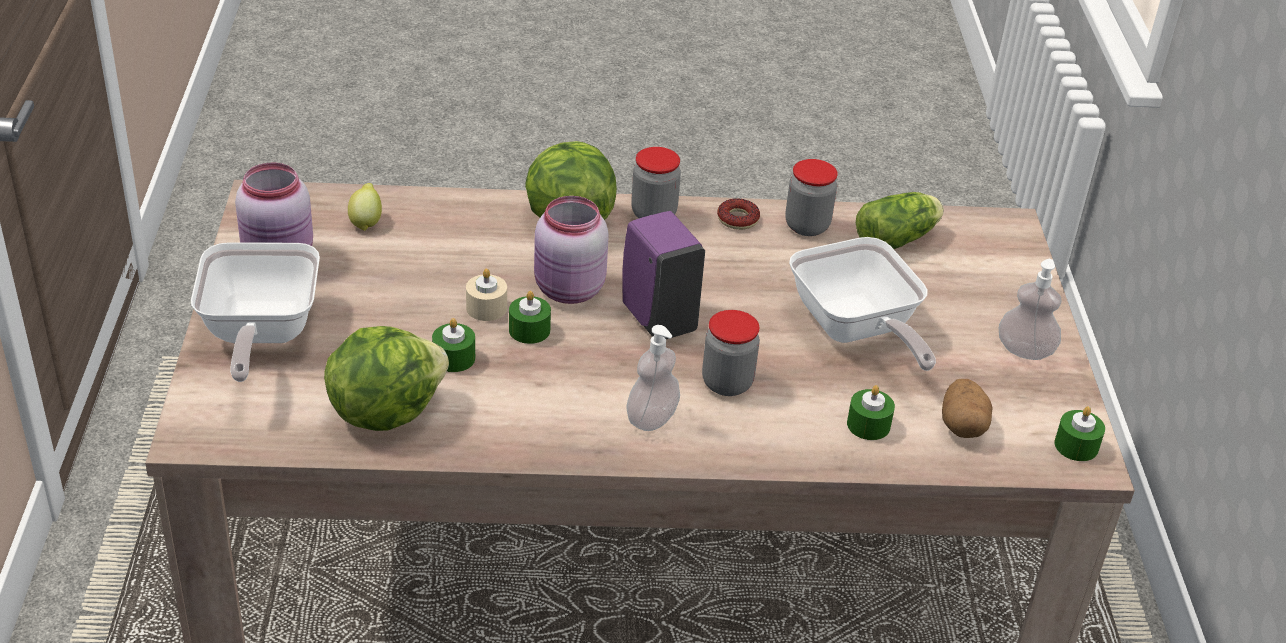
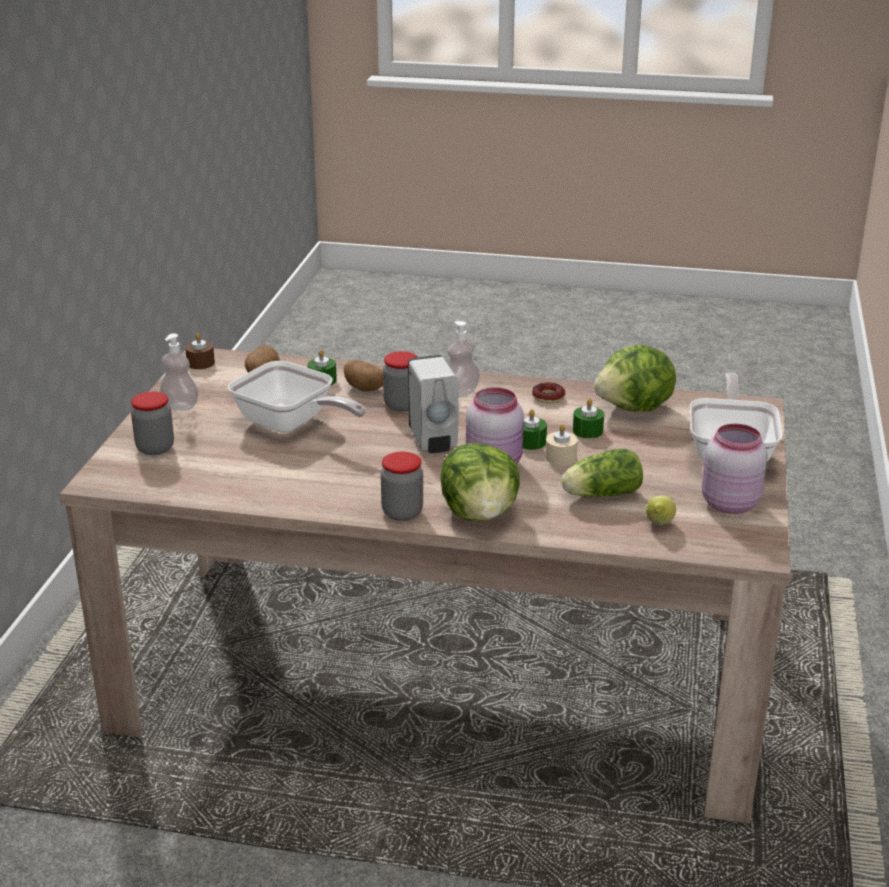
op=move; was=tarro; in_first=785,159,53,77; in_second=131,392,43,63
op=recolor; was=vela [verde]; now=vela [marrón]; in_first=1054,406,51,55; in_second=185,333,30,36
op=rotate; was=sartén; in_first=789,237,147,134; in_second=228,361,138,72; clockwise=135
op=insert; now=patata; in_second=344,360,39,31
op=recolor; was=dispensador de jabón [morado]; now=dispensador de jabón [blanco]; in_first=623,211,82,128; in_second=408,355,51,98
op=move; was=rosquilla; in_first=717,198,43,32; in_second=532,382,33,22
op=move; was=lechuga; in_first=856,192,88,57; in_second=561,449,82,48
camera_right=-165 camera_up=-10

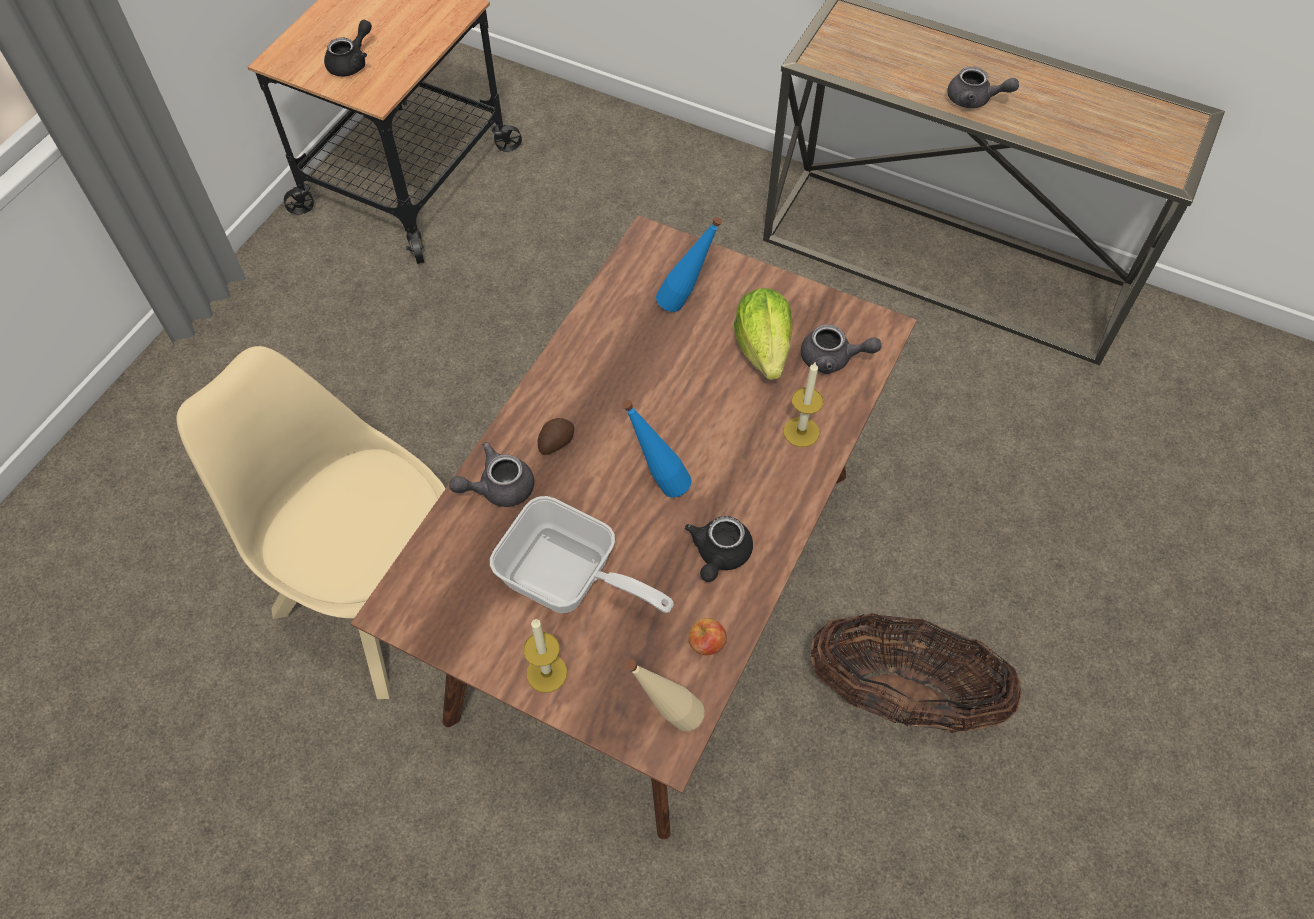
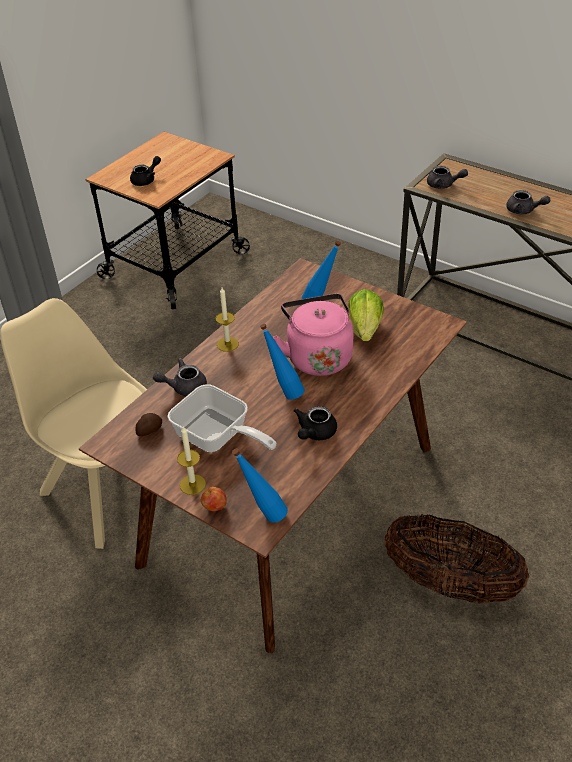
op=move; was=patata; in_first=538,418,36,37; in_second=135,413,27,23
op=move; was=manzana; in_first=688,618,39,37; in_second=201,487,26,24
op=move; was=vela; in_first=784,363,39,84; in_second=215,288,24,64
op=recolor; was=botella [beis]; now=botella [azul]; in_first=625,659,80,72; in_second=232,448,56,75
op=insert; now=hervidor [rosa]; in_second=273,294,81,82
op=move; was=tetera [gris]; in_first=801,324,81,50; in_second=427,166,41,23
camera_right=10 camera_up=-15

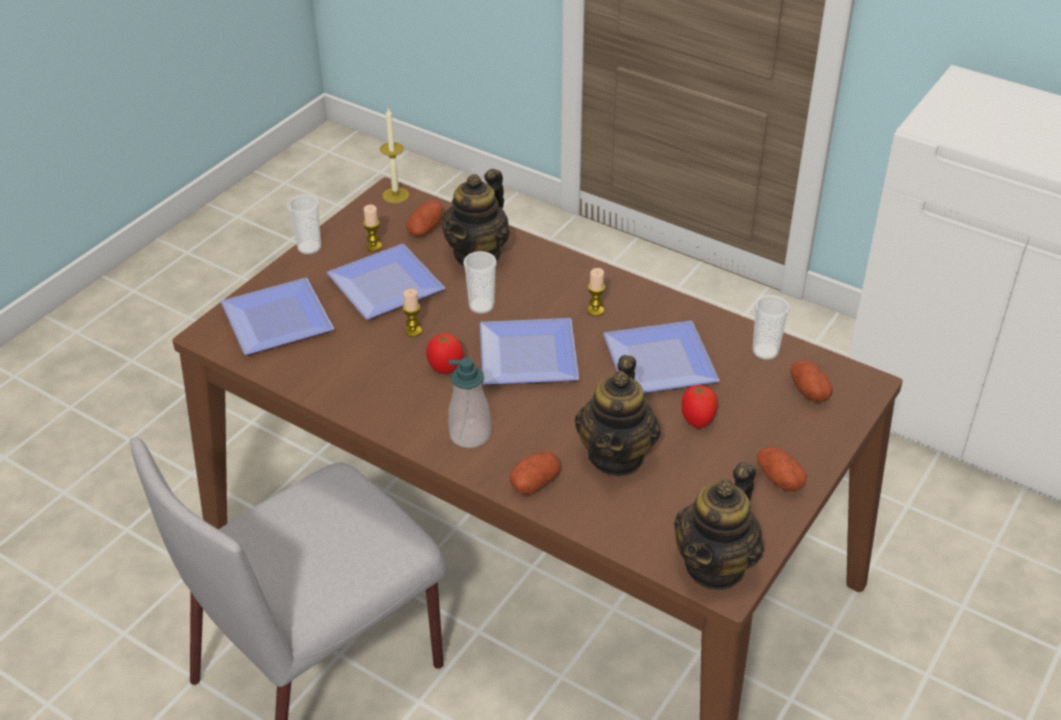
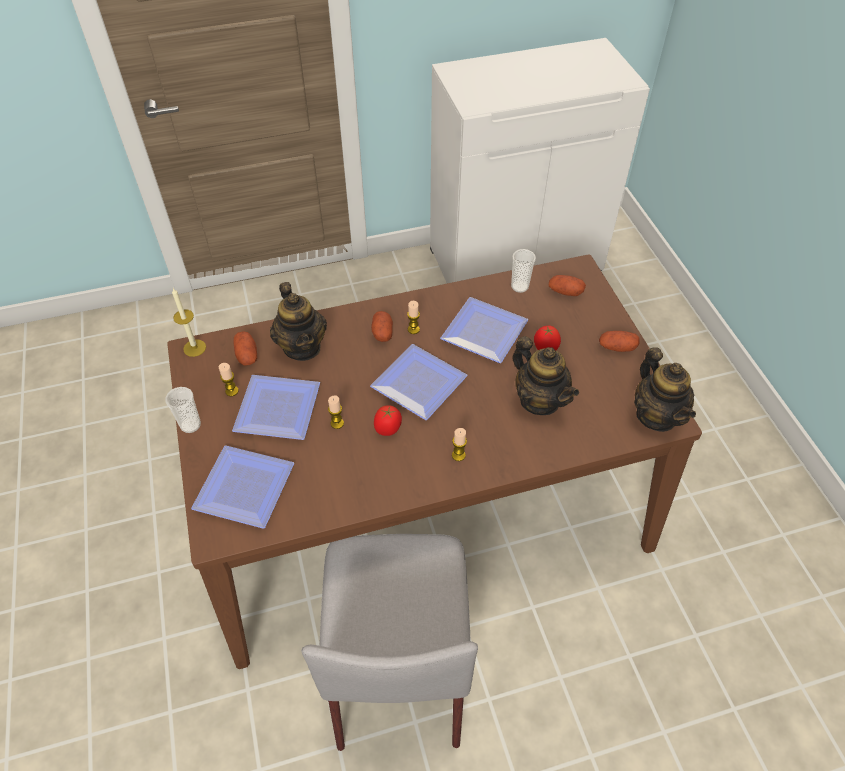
op=move; was=patata; in_first=510,451,51,44; in_second=371,311,22,31
op=replace; was=dispensador de jabón; now=vela; in_first=448,358,43,90; in_second=452,428,15,33
op=delete; was=taza; in_first=463,251,34,63
camera_right=-50 camera_up=10

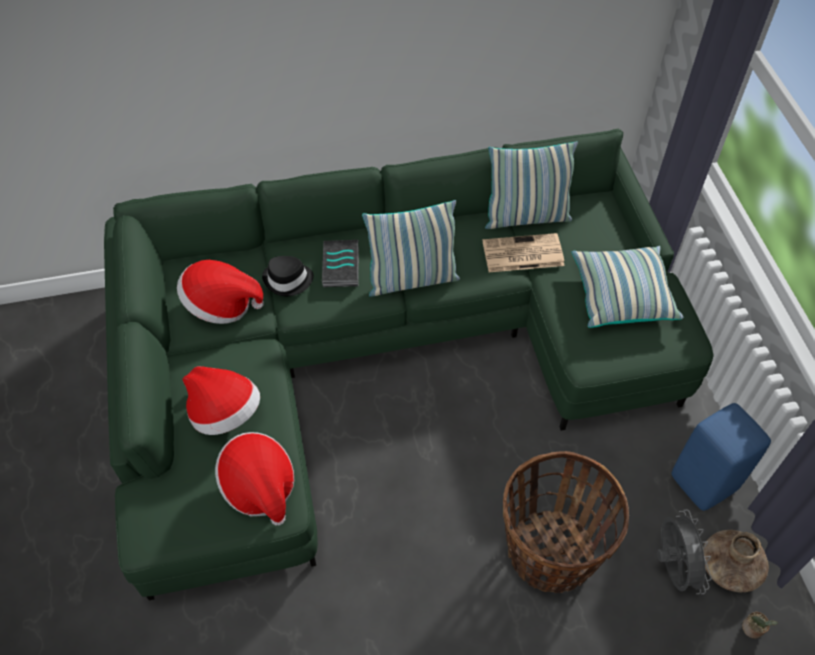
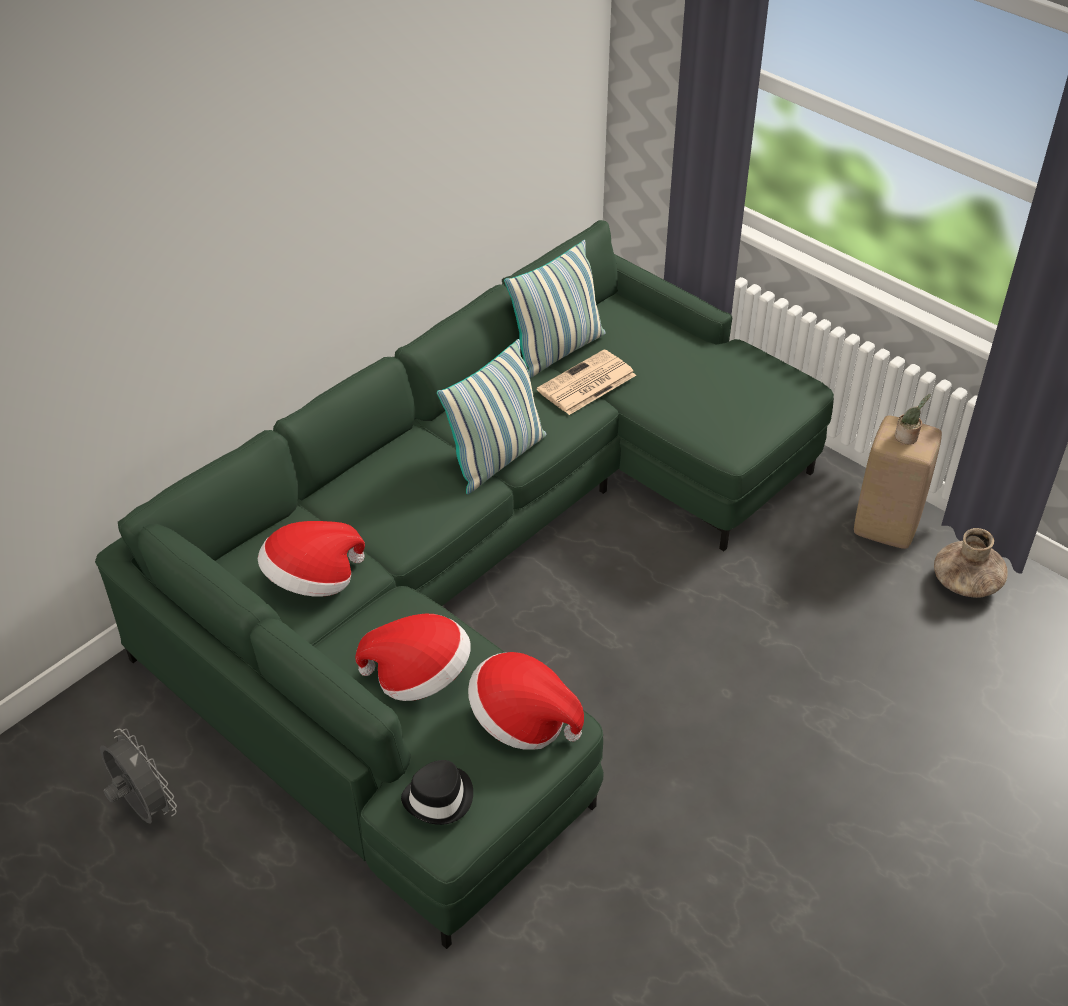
op=move; was=ventilador [gris]; in_first=657,510,55,84; in_second=100,729,77,95
op=move; was=sombrero [negro]; in_first=262,256,52,40; in_second=401,760,72,65
op=recolor; was=taburete [azul]; now=taburete [beis]; in_first=672,403,99,108; in_second=854,416,88,133
op=move; was=planta en maceta; in_first=742,612,36,27; in_second=895,394,36,50
op=delete; was=libro; in_first=322,240,37,47
op=delete; was=cesta; in_first=503,451,126,142
op=delete; was=cojín; in_first=571,246,113,82
camera_right=-35 camera_up=-10

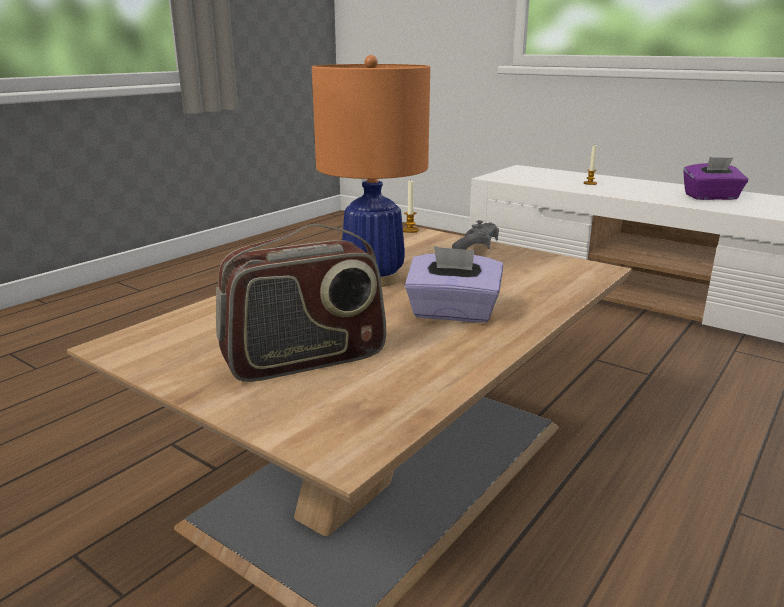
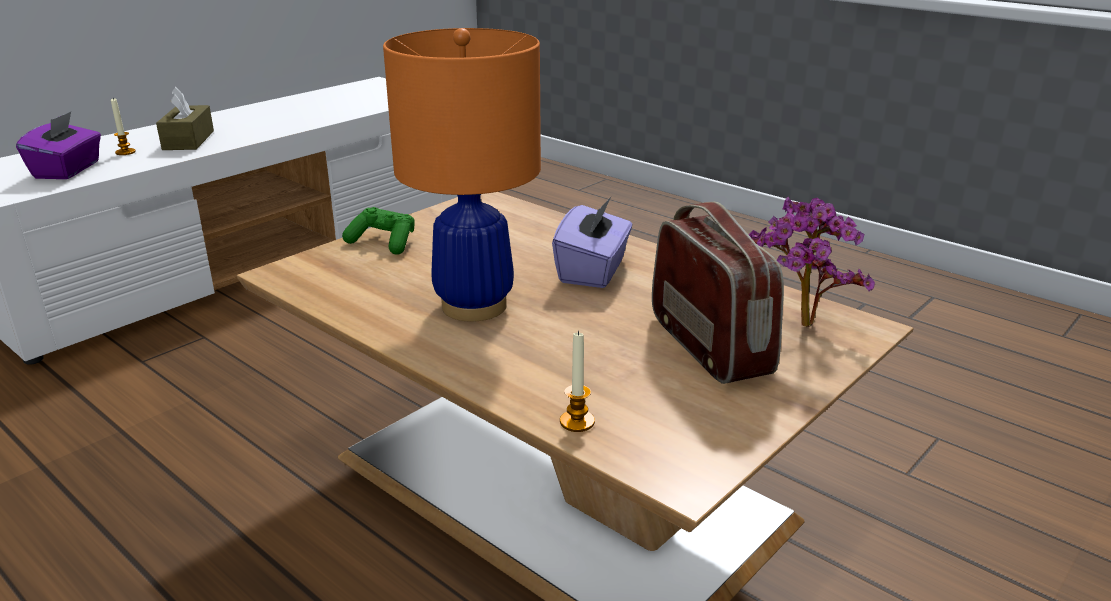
op=move; was=caja de pañuelos [morado]; in_first=683,157,65,43; in_second=16,112,85,67
op=insert; now=caja de pañuelos [marrón]; in_second=156,87,58,63
op=recolor; was=mando de consola [gris]; now=mando de consola [verde]; in_first=452,220,47,30; in_second=342,207,73,48
op=move; was=vela; in_first=403,180,16,53; in_second=560,330,35,102
op=insert; now=planta en maceta; in_second=749,197,126,130
camera_right=-85 camera_up=5

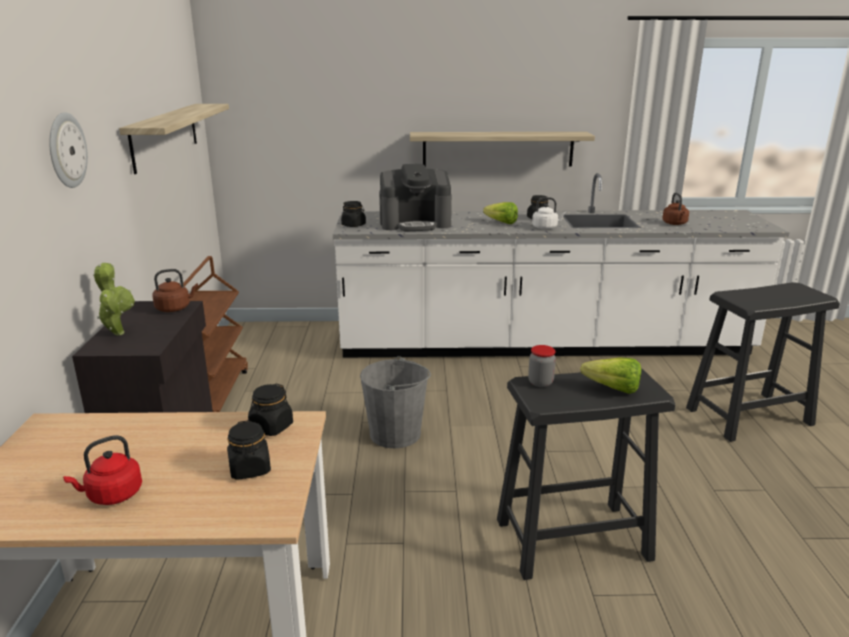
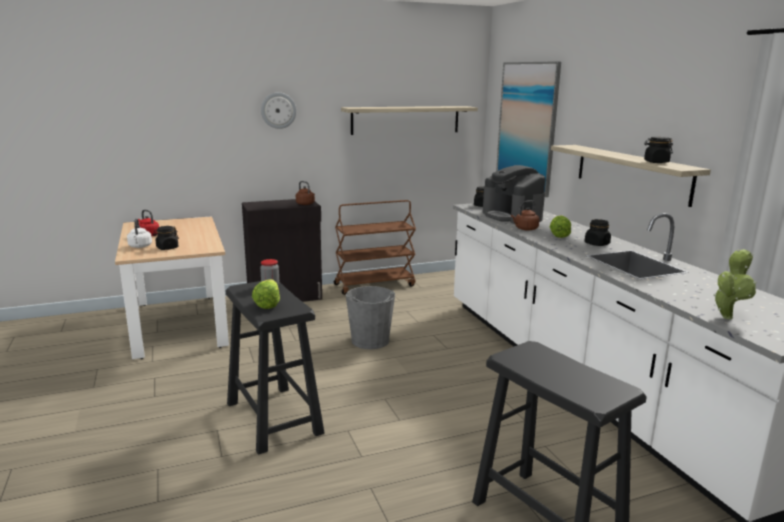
op=move; was=hervidor [blanco]; in_first=532,197,34,33; in_second=127,218,25,30
op=insert; now=cuadro; in_second=496,61,65,136
op=move; was=hervidor [marrón]; in_first=662,193,27,32; in_second=511,200,28,31
op=move; was=tarro [negro]; in_first=248,383,45,53; in_second=644,137,29,26
op=move; was=planta en maceta; in_first=93,263,42,72; in_second=713,249,44,70
camera_right=70 camera_up=-5

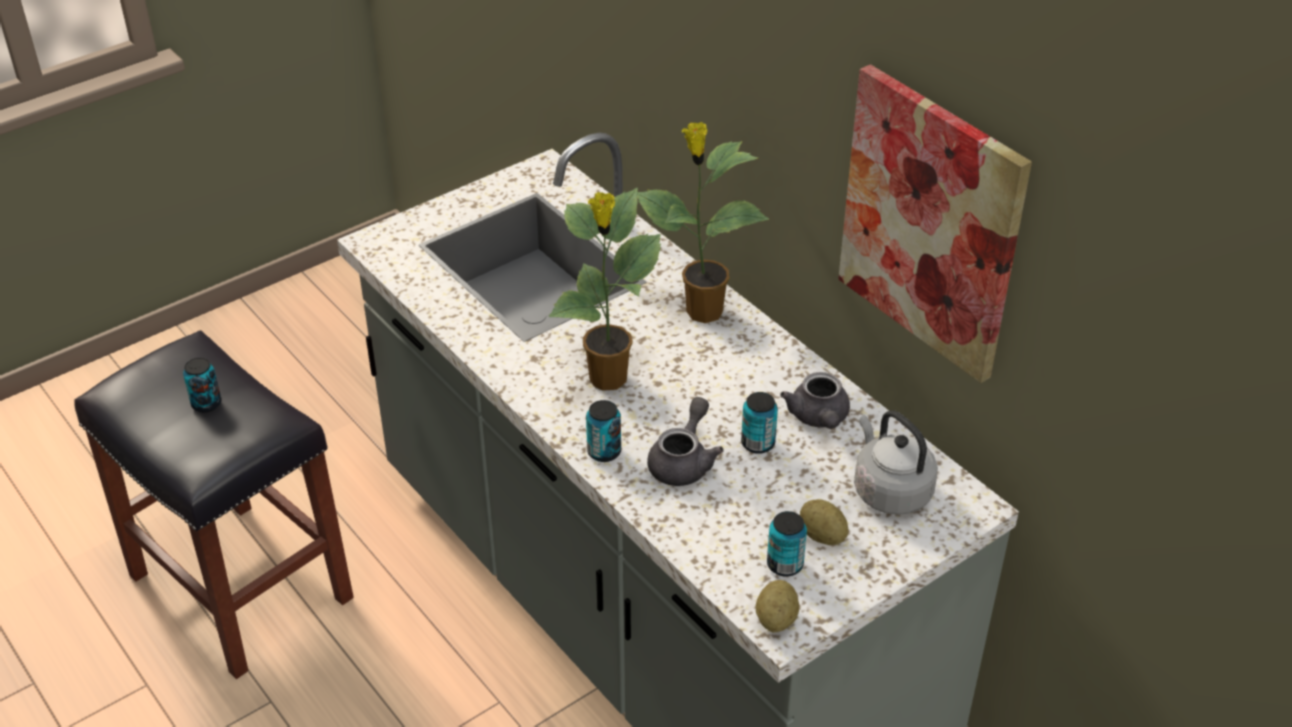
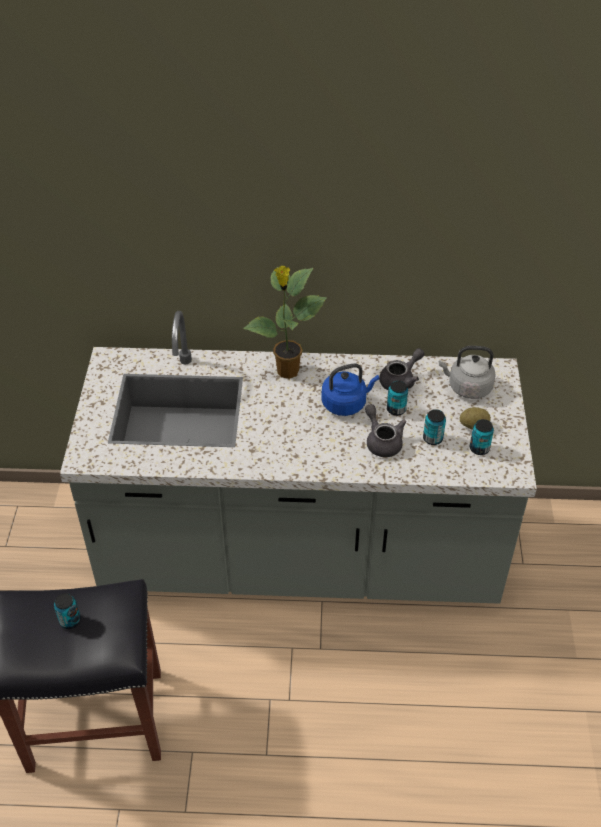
op=insert; now=hervidor [azul]; in_second=321,363,58,53
op=rotate; was=tetera [gris]; in_first=780,372,70,57; in_second=379,348,45,42; clockwise=-75
op=move; was=lata; in_first=586,400,35,62; in_second=423,409,23,36
op=delete; was=planta en maceta; in_first=548,187,113,204
op=delete; was=patata; in_first=756,580,43,53
op=delete; was=cuadro; in_first=839,64,193,319
camera_right=-50 camera_up=5

